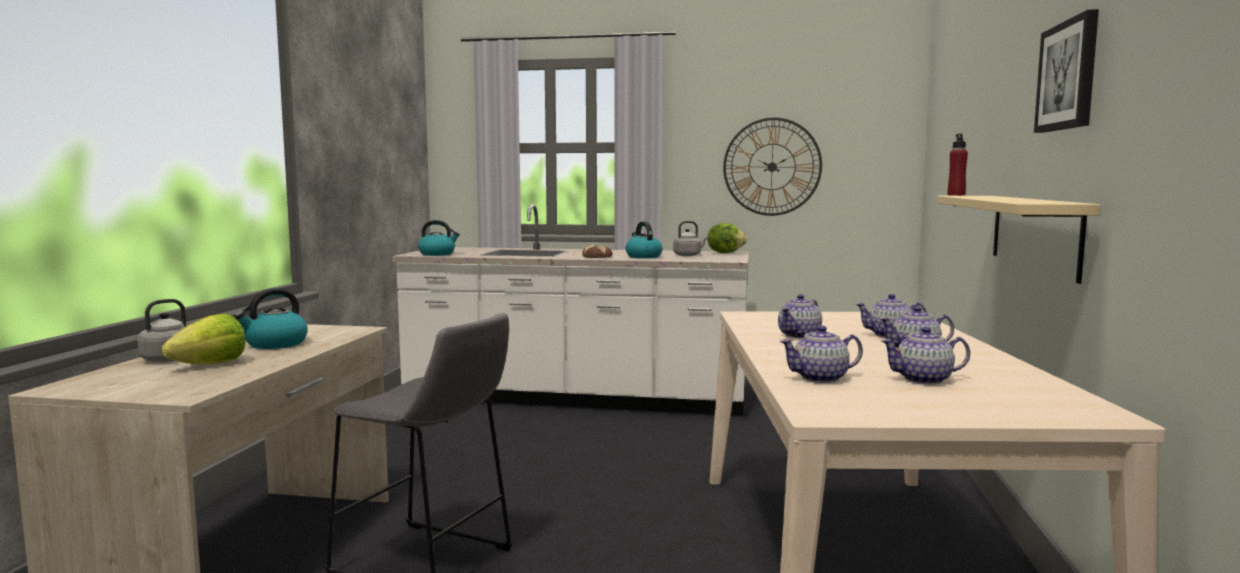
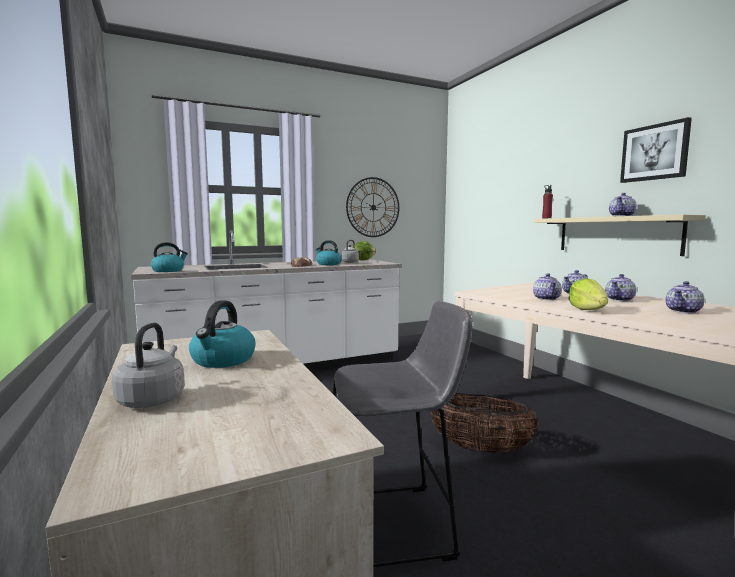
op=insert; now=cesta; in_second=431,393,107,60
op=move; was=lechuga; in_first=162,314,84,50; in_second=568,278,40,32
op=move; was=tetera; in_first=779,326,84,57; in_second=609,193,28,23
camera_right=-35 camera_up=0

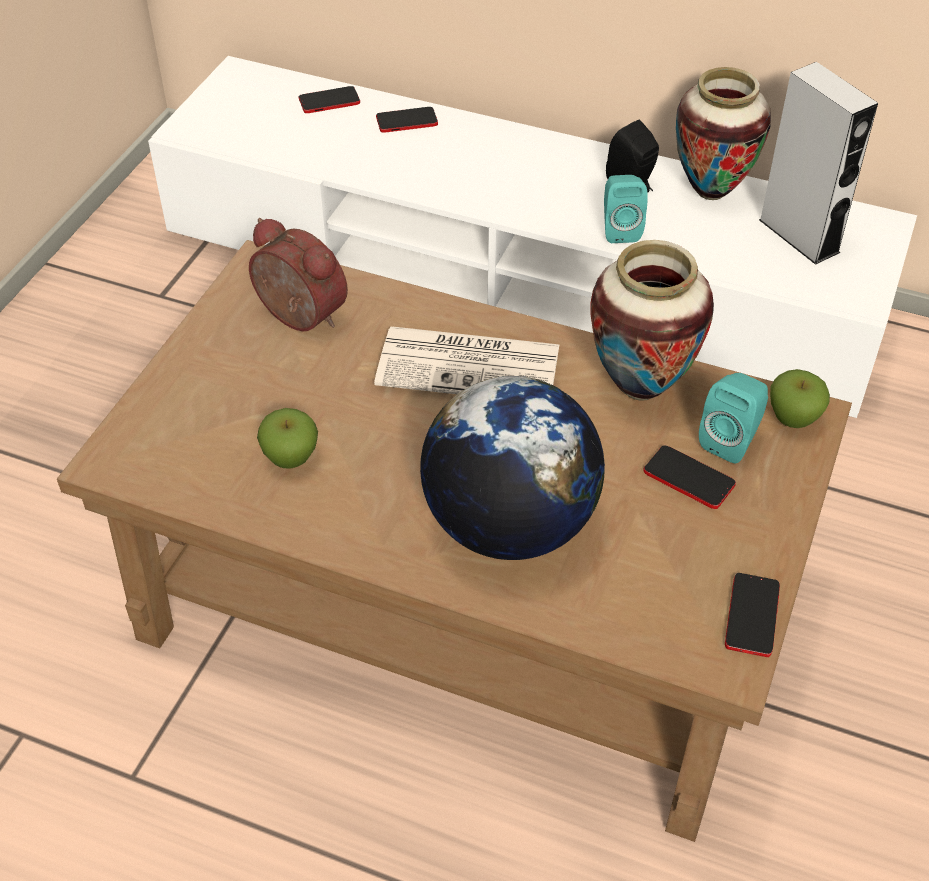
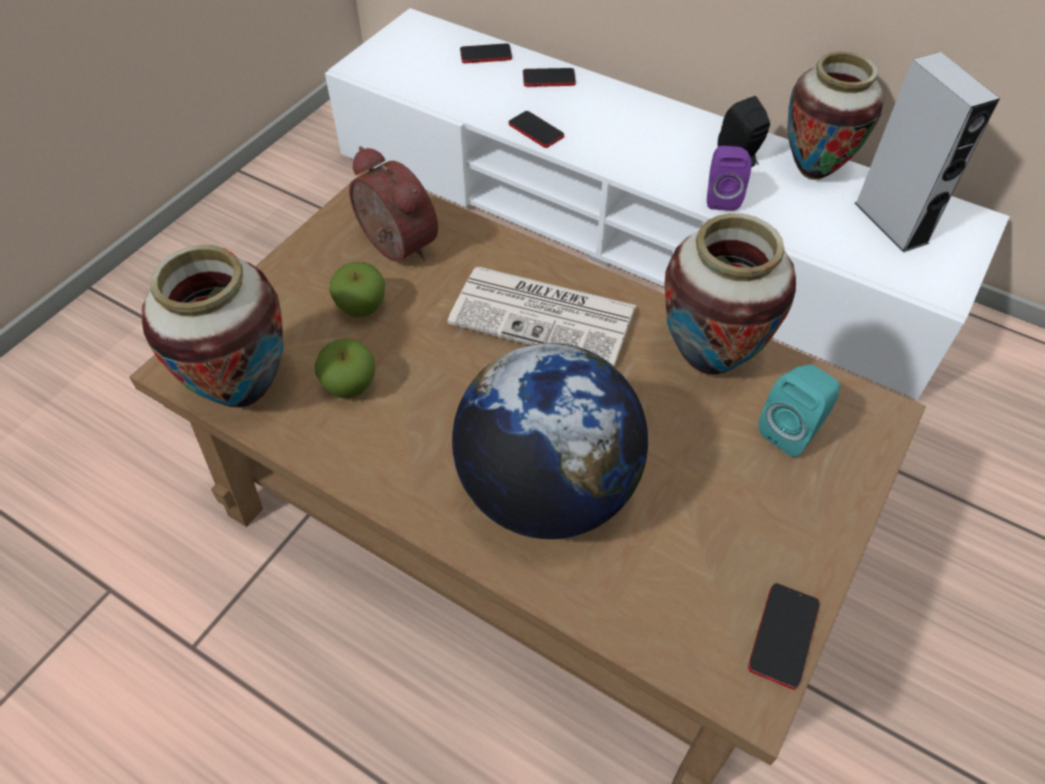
op=insert; now=florero; in_second=142,245,142,162
op=move; was=manzana; in_first=770,369,60,59; in_second=329,262,56,55
op=move; was=móvil; in_first=644,445,92,64; in_second=509,111,55,37
op=recolor; was=altavoz [turquesa]; now=altavoz [morado]; in_first=604,175,44,68; in_second=707,146,45,65
camera_right=10 camera_up=5

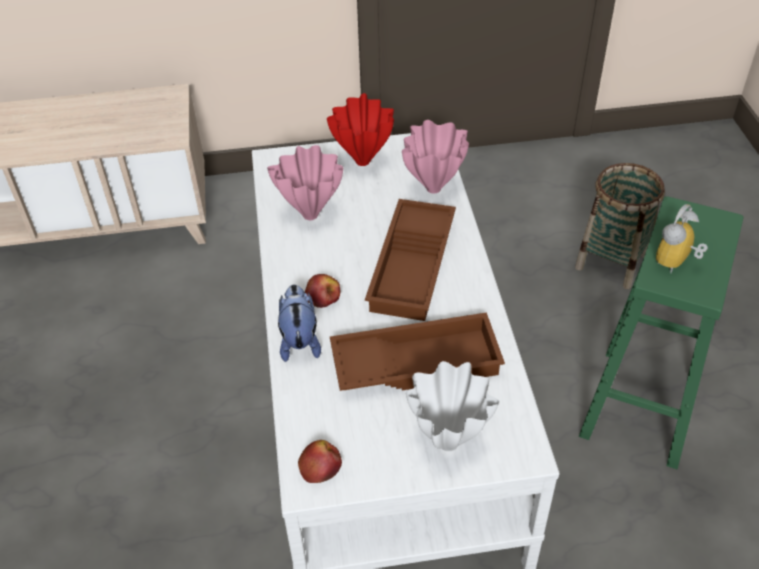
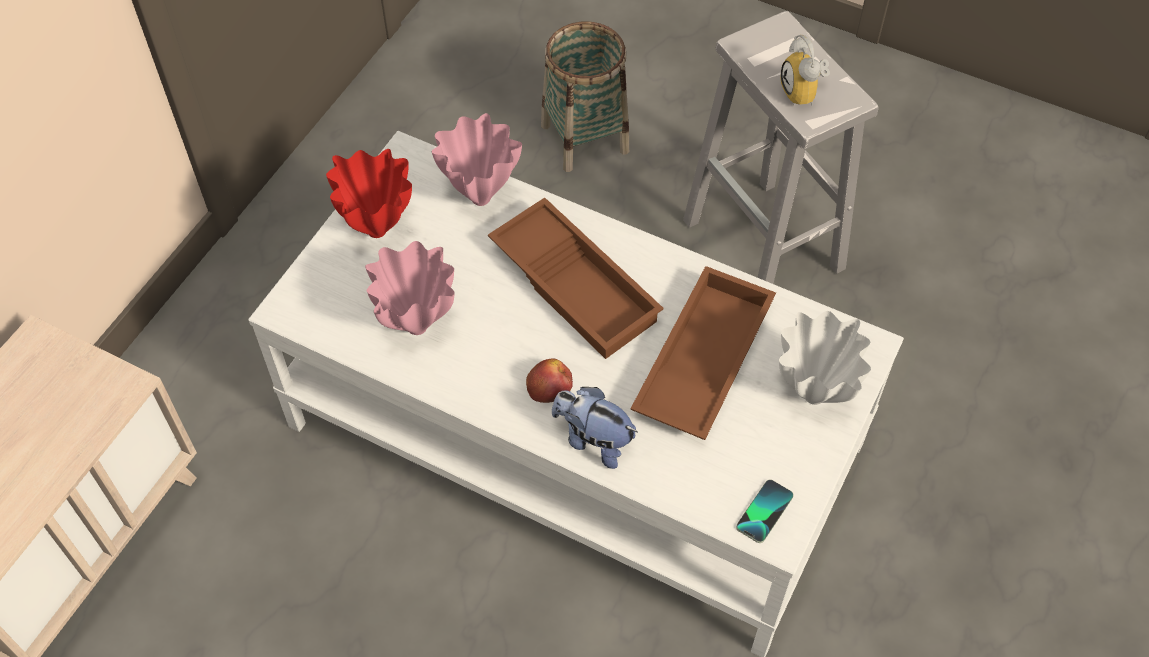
op=recolor; was=taburete [verde]; now=taburete [blanco]; in_first=579,196,164,273; in_second=683,11,196,273
op=replace; was=manzana; now=móvil; in_first=298,440,44,43; in_second=736,480,57,63
camera_right=-55 camera_up=10

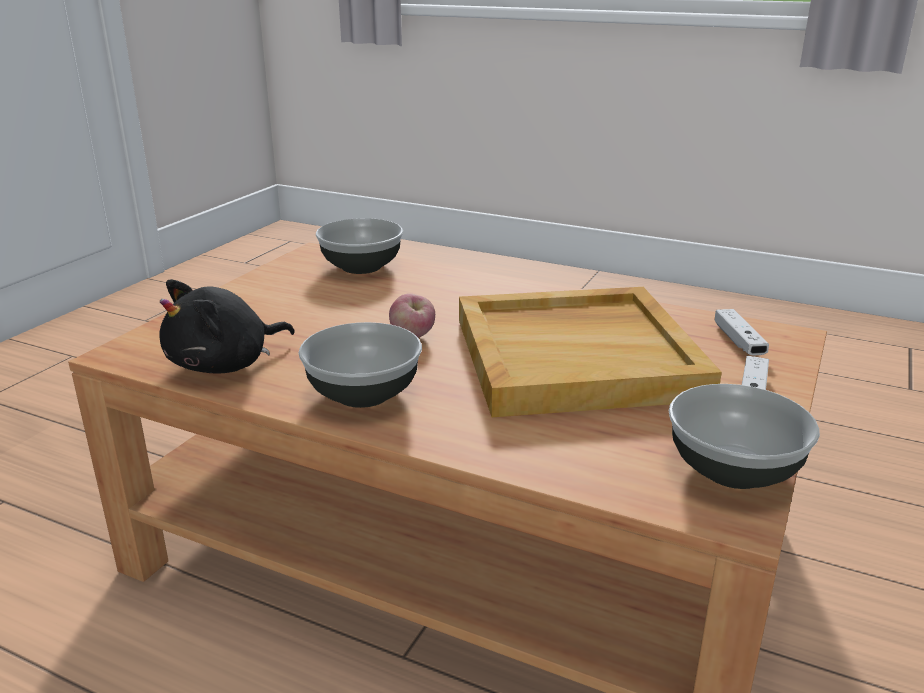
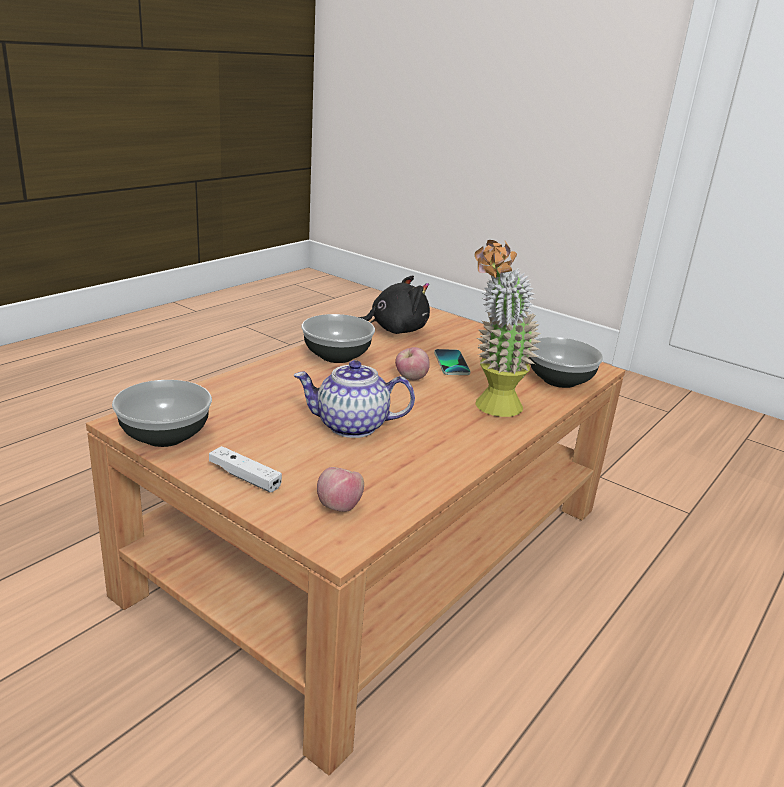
op=replace; was=bandeja [beis]; now=tetera; in_first=459,287,263,130; in_second=293,360,122,78
op=replace; was=mando de consola [blanco]; now=manzana; in_first=715,309,54,47; in_second=317,467,47,45
op=rotate; was=peluche [negro]; in_first=159,279,136,94; in_second=359,275,71,59; clockwise=105
op=insert; now=móvil; in_second=434,349,37,26
op=insert; now=planta en maceta; in_second=475,240,66,177
camera_right=100 camera_up=0

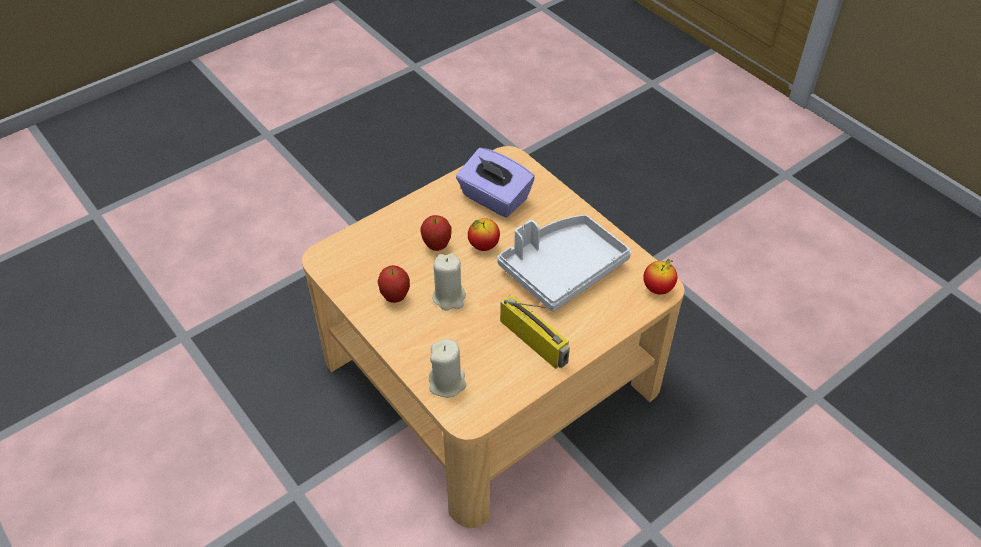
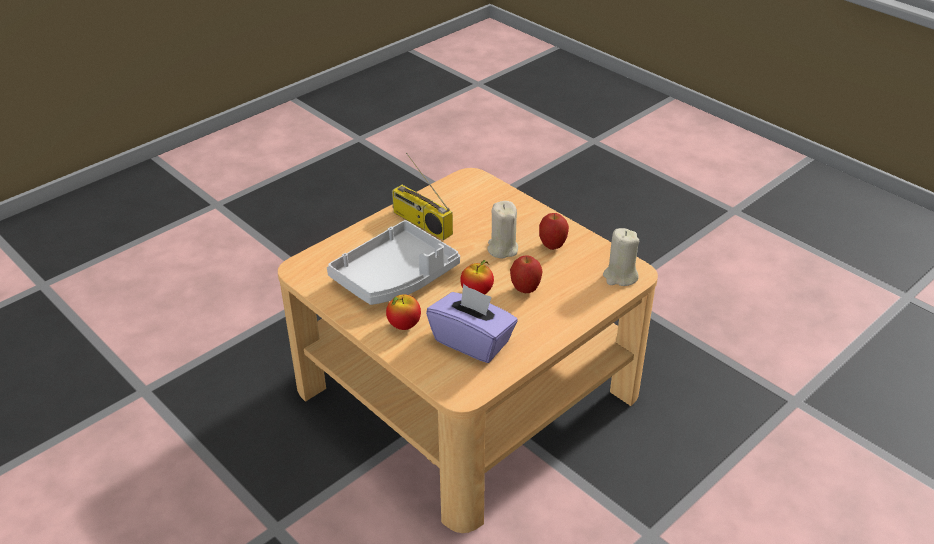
op=move; was=manzana; in_first=643,258,34,36; in_second=386,294,35,36
op=move; was=vela [beis]; in_first=429,339,37,59; in_second=603,228,36,58
camera_right=175 camera_up=-10

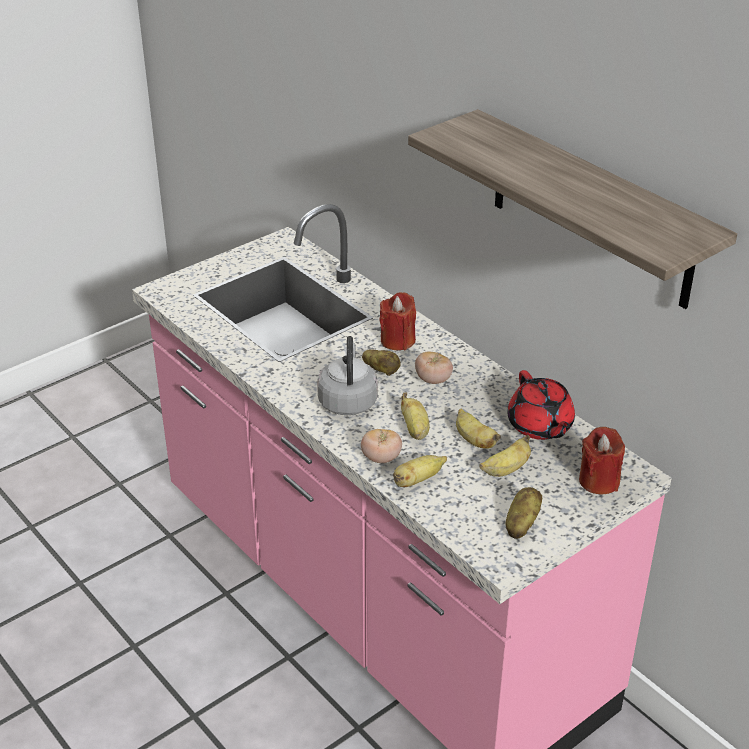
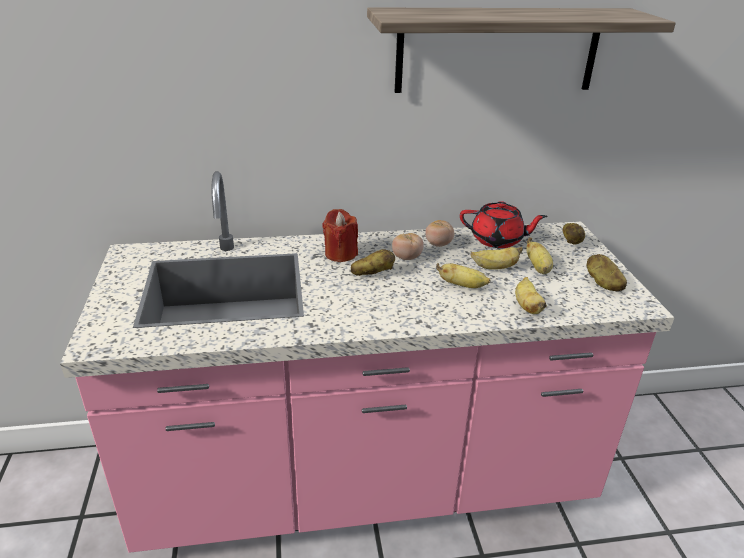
op=move; was=tomate; in_first=361,429,41,34; in_second=425,220,29,27
op=replace; was=vela [rojo]; now=patata; in_first=579,427,46,67; in_second=563,223,22,22
op=delete; was=hervidor [gris]; in_first=317,336,61,79
camera_right=-60 camera_up=-5

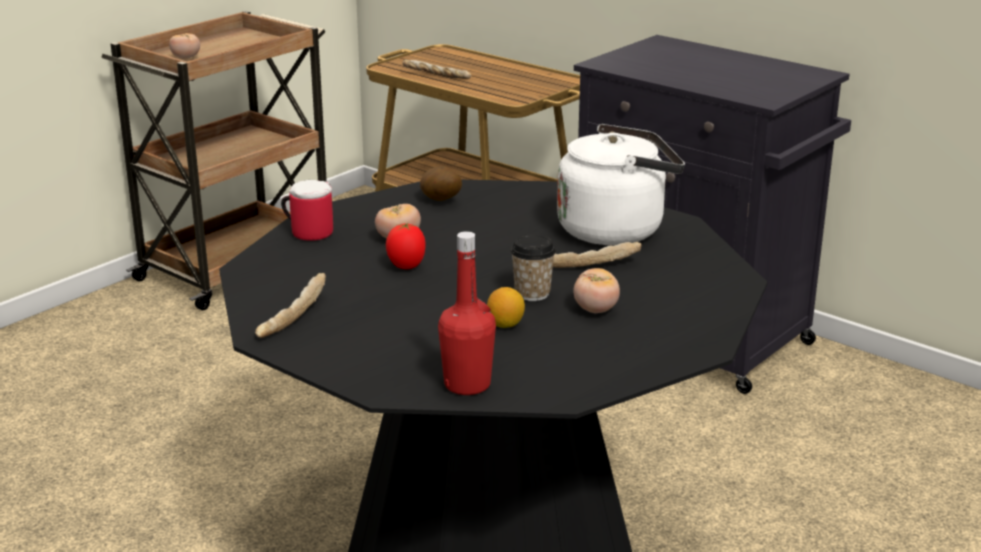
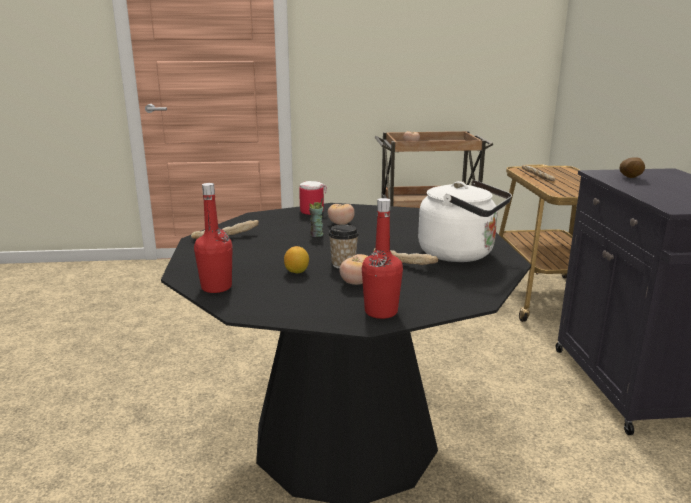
op=replace; was=tomate; now=taza; in_first=386,222,39,47; in_second=309,198,14,39
op=insert; now=botella [rojo]; in_second=362,198,41,121
op=move; was=patata; in_first=420,166,42,35; in_second=619,157,26,21
camera_right=45 camera_up=-5

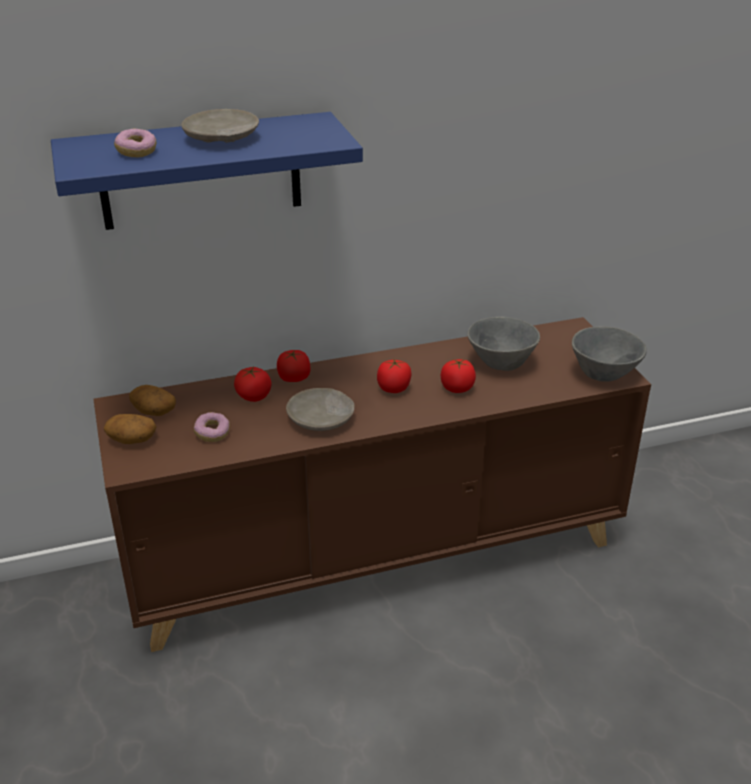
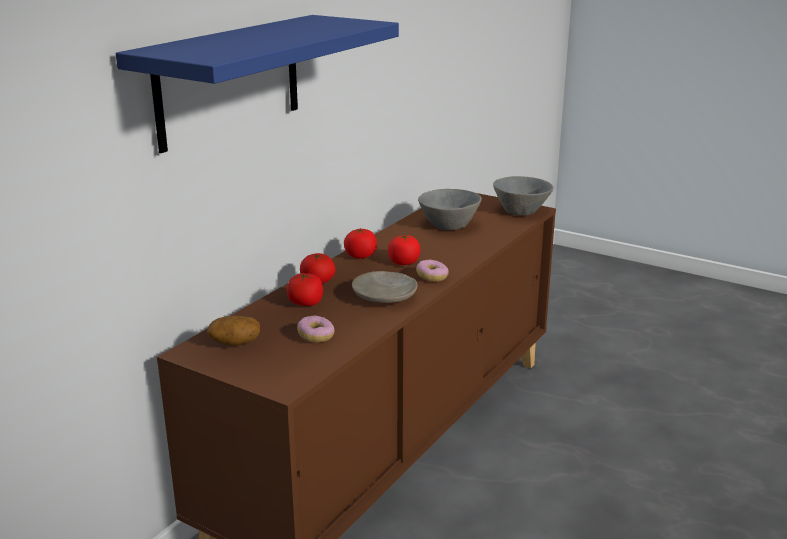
op=move; was=tomate; in_first=441,359,35,34; in_second=344,228,33,31
op=move; was=rosquilla; in_first=114,129,42,28; in_second=416,260,33,22
op=delete; was=patata; in_first=104,414,53,30
op=delete; was=plato [beis]; in_first=181,109,78,34
camera_right=-40 camera_up=-10

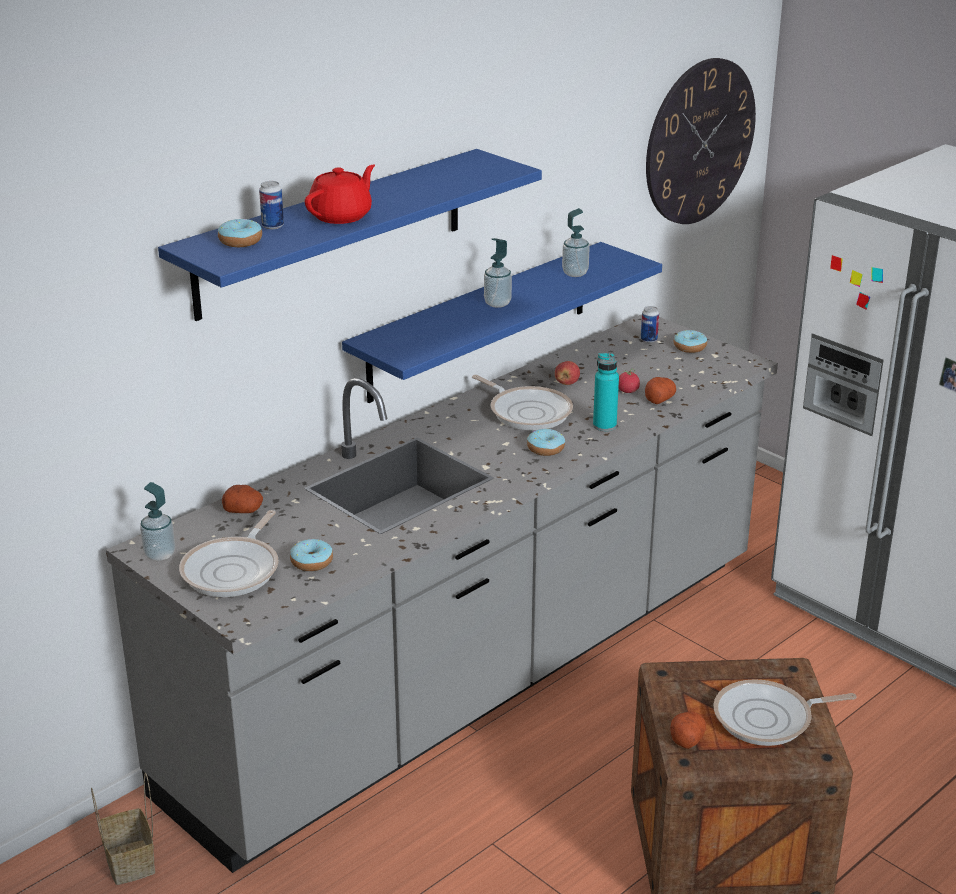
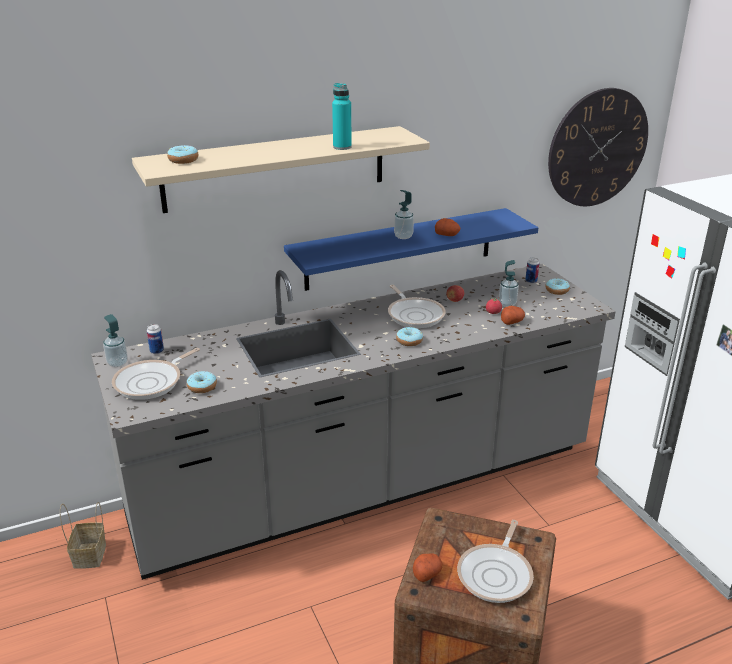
op=recolor; was=estante [azul]; now=estante [beis]; in_first=158,149,384,172; in_second=132,126,298,87
op=move; was=lata; in_first=259,181,25,48; in_second=147,324,17,30
op=move; was=botella [turquesa]; in_first=593,353,26,78; in_second=332,83,20,67
op=move; was=patata; in_first=222,485,41,28; in_second=435,218,26,18
op=rotate; was=sartén; in_first=714,679,143,67; in_second=457,520,77,83; clockwise=-75
op=move; was=dispensador de jabón; in_first=562,208,28,69; in_second=499,260,20,47
op=delete; was=tetera [rojo]; in_first=305,164,70,60
camera_right=20 camera_up=0

